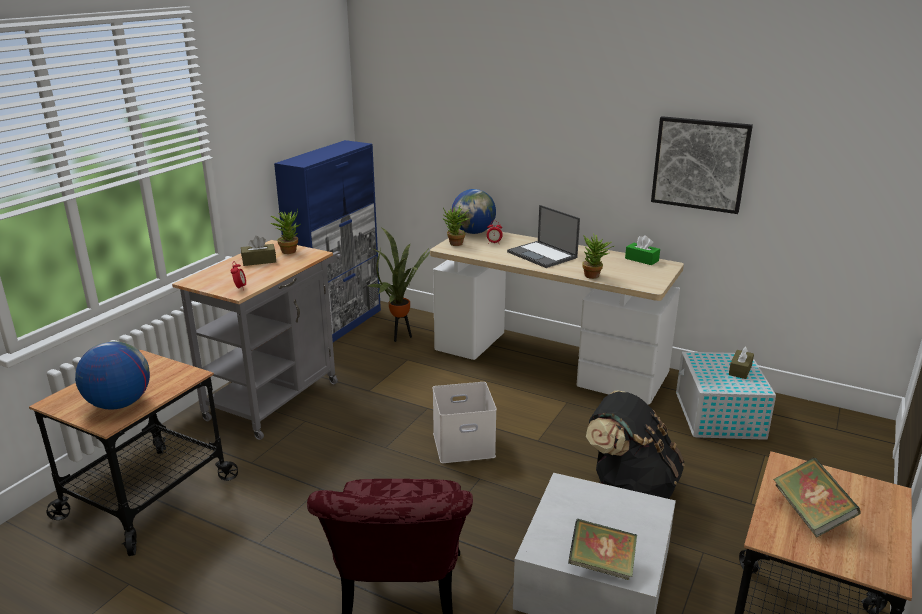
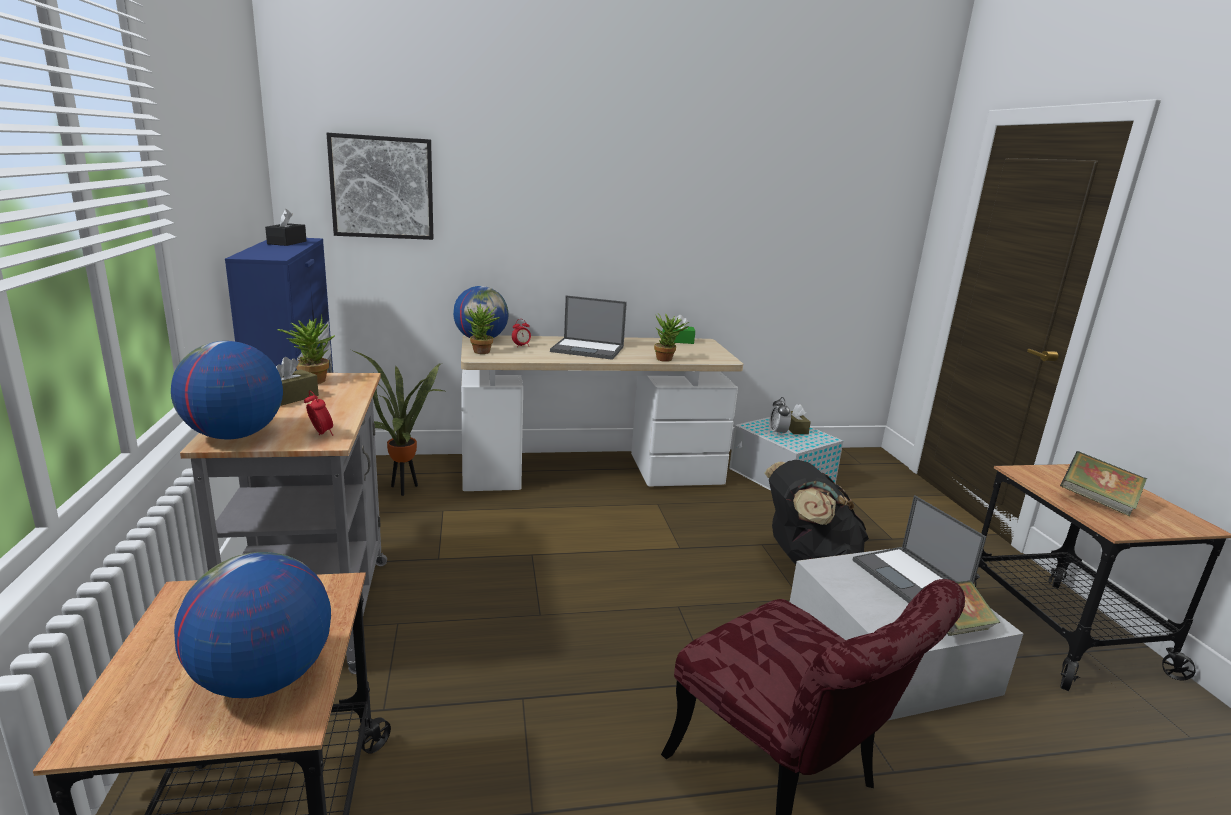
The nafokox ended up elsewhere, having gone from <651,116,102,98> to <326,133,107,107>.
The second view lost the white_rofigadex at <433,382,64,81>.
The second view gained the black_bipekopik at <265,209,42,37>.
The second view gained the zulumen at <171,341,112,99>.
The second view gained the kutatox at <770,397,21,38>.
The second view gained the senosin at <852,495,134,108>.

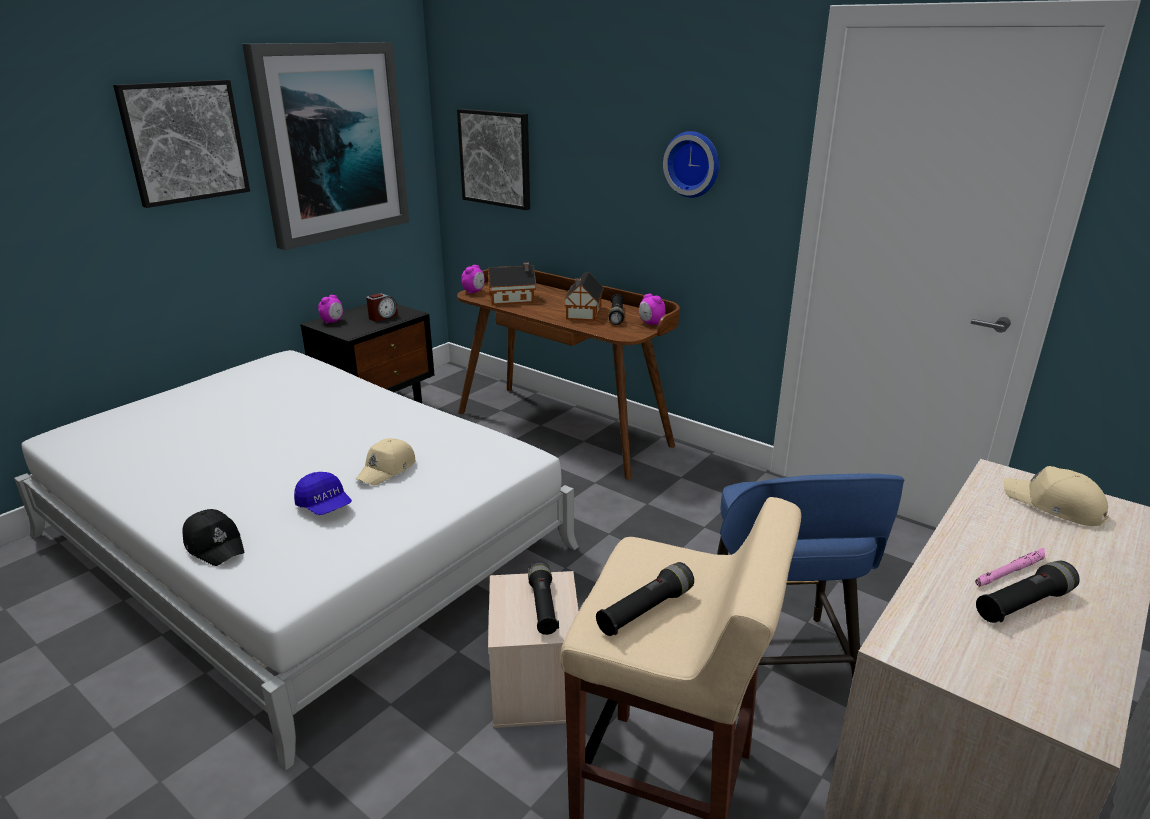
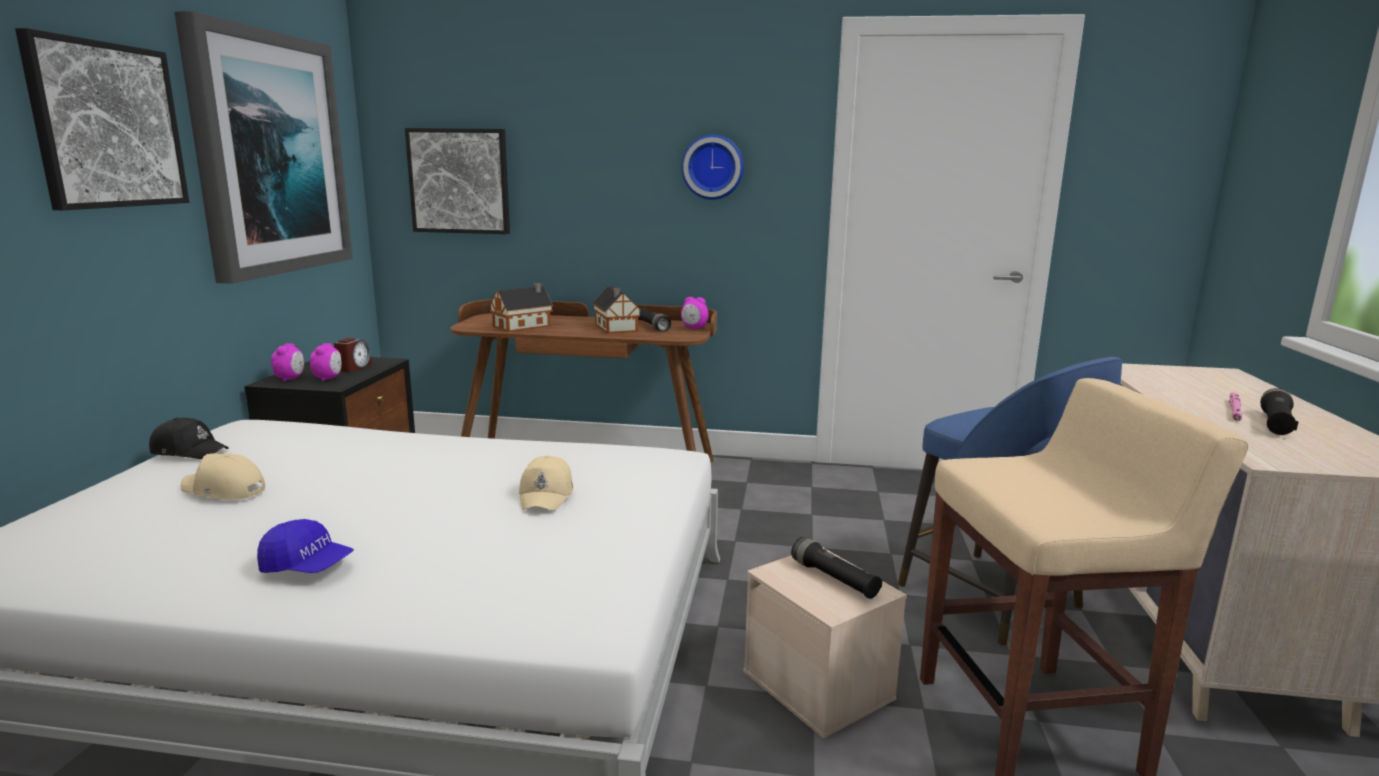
The kutatox ended up elsewhere, having gone from <461,265,24,29> to <310,343,32,38>.
The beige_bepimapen ended up elsewhere, having gone from <1004,466,105,60> to <180,453,85,47>.
The blue_bepimapen ended up elsewhere, having gone from <294,472,58,43> to <257,519,97,54>.
The black_bepimapen ended up elsewhere, having gone from <182,509,62,57> to <149,417,80,42>.
The second view lost the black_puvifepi at <596,562,98,74>.

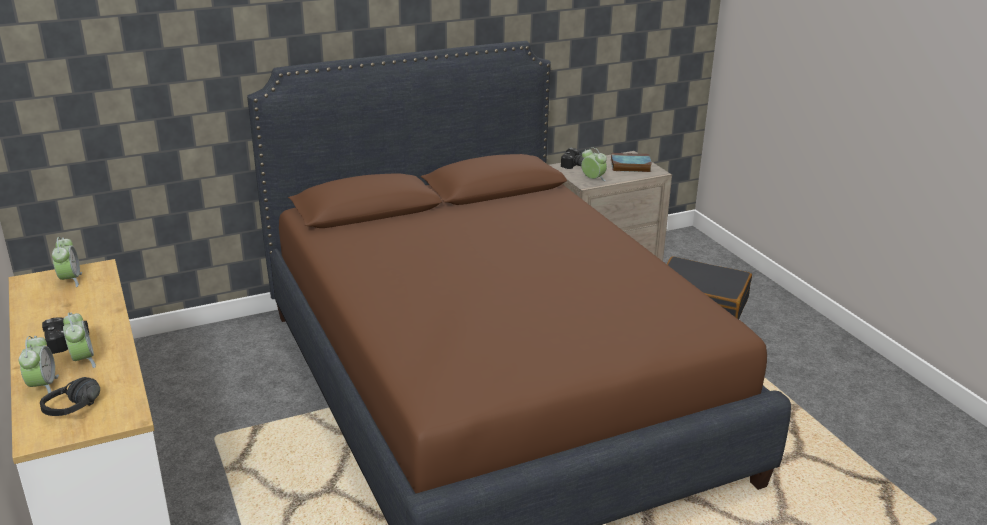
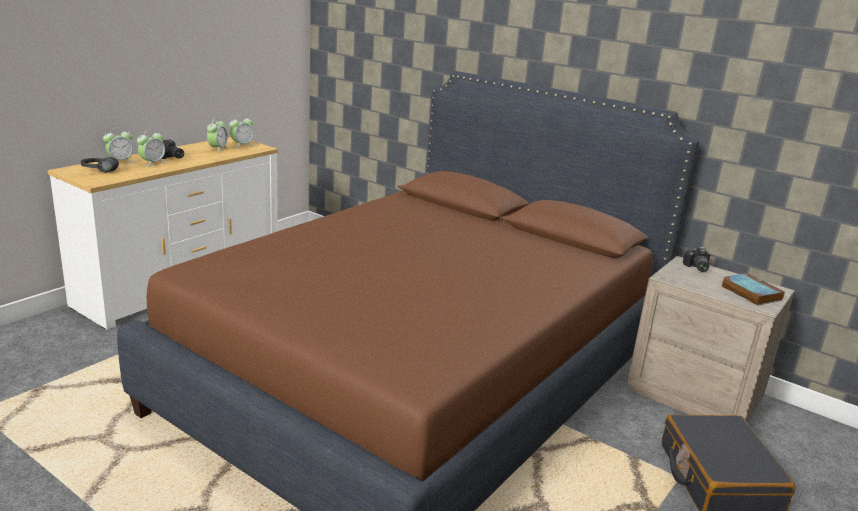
The kutatox ended up elsewhere, having gone from <581,147,26,34> to <207,118,21,35>.

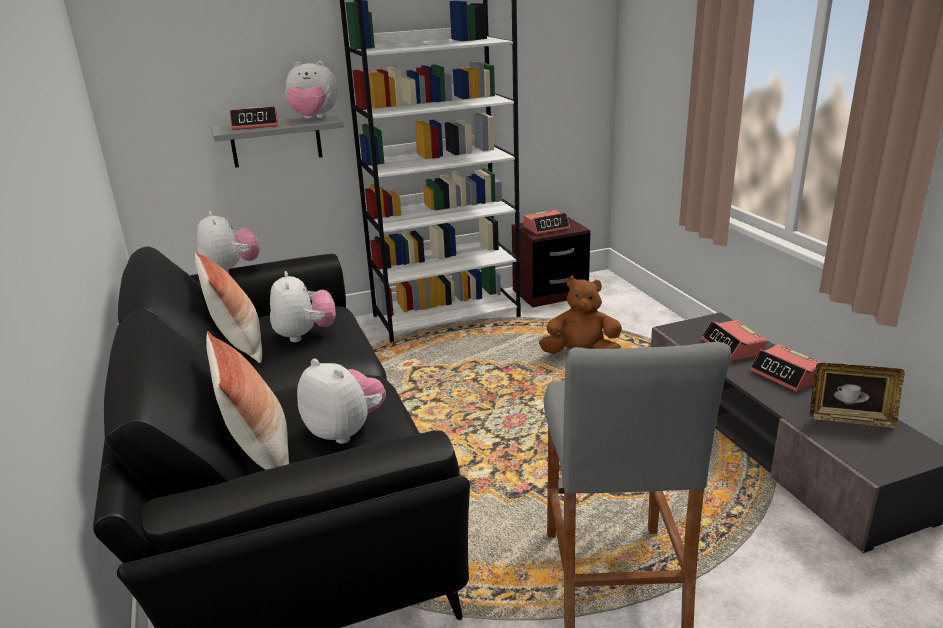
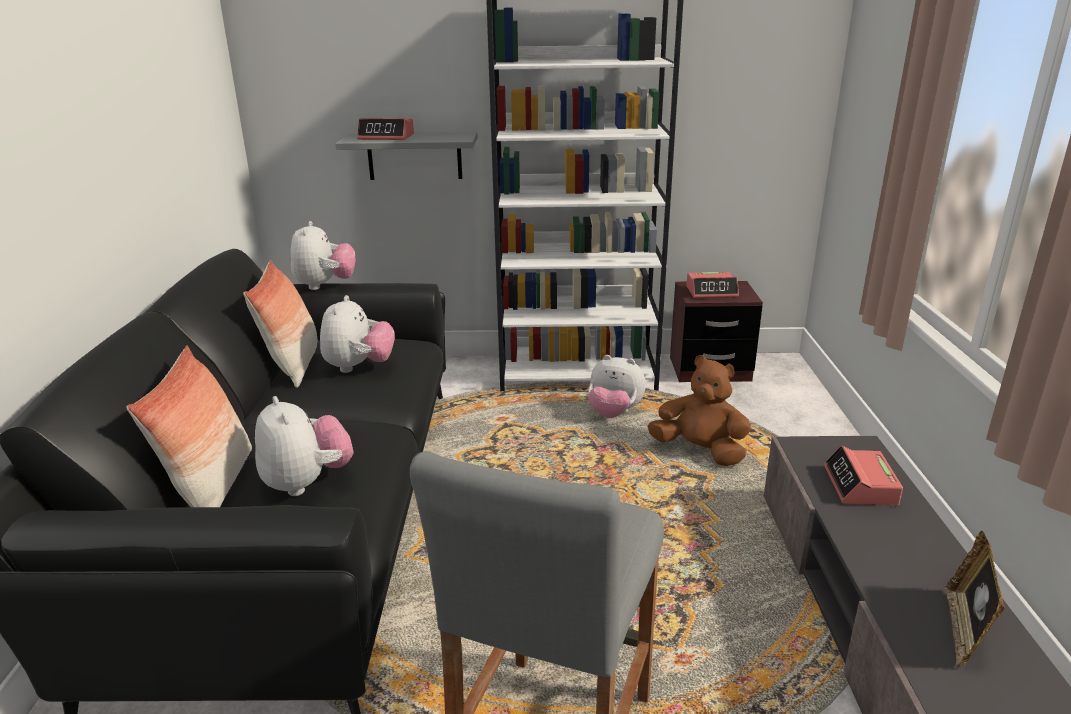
The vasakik ended up elsewhere, having gone from <285,60,53,59> to <588,355,58,63>.
The second view lost the kutatox at <750,344,73,48>.
The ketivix at <810,363,95,65> ended up facing another way, 75 degrees clockwise from before.

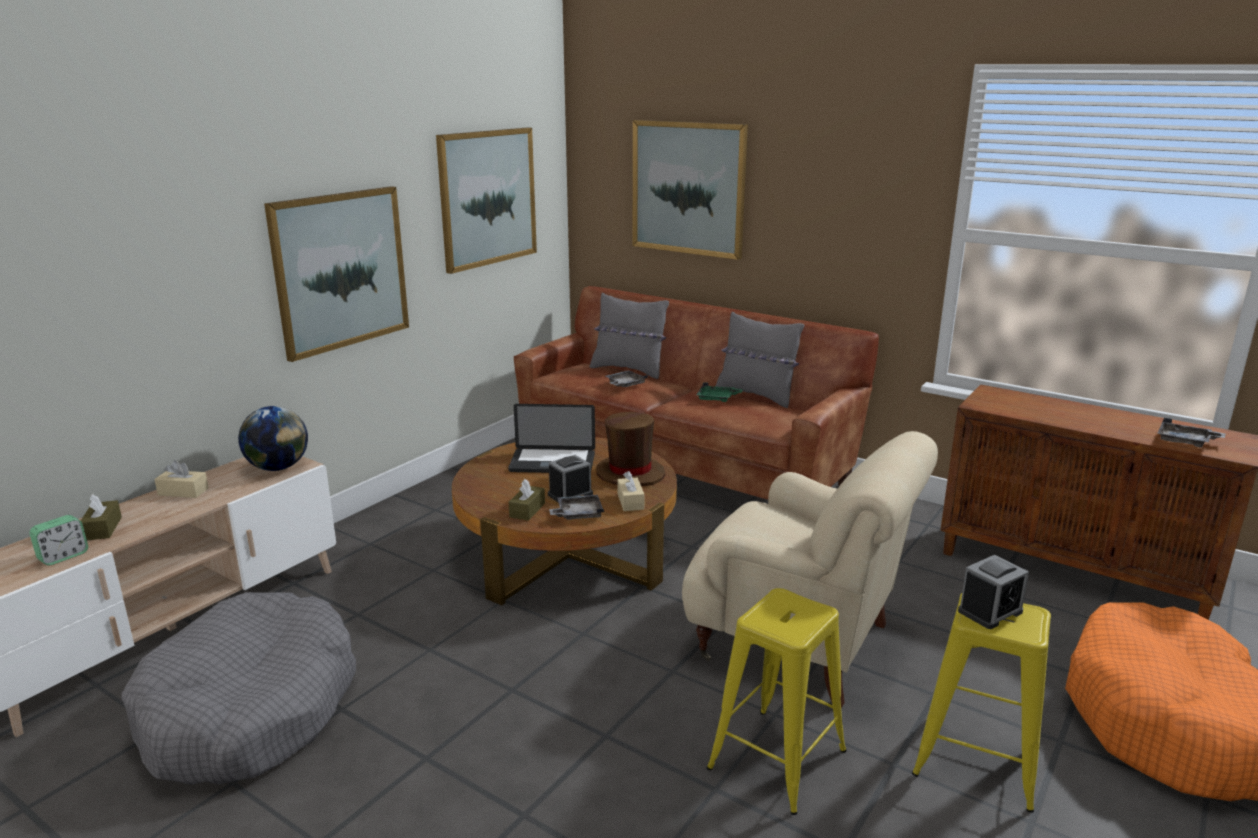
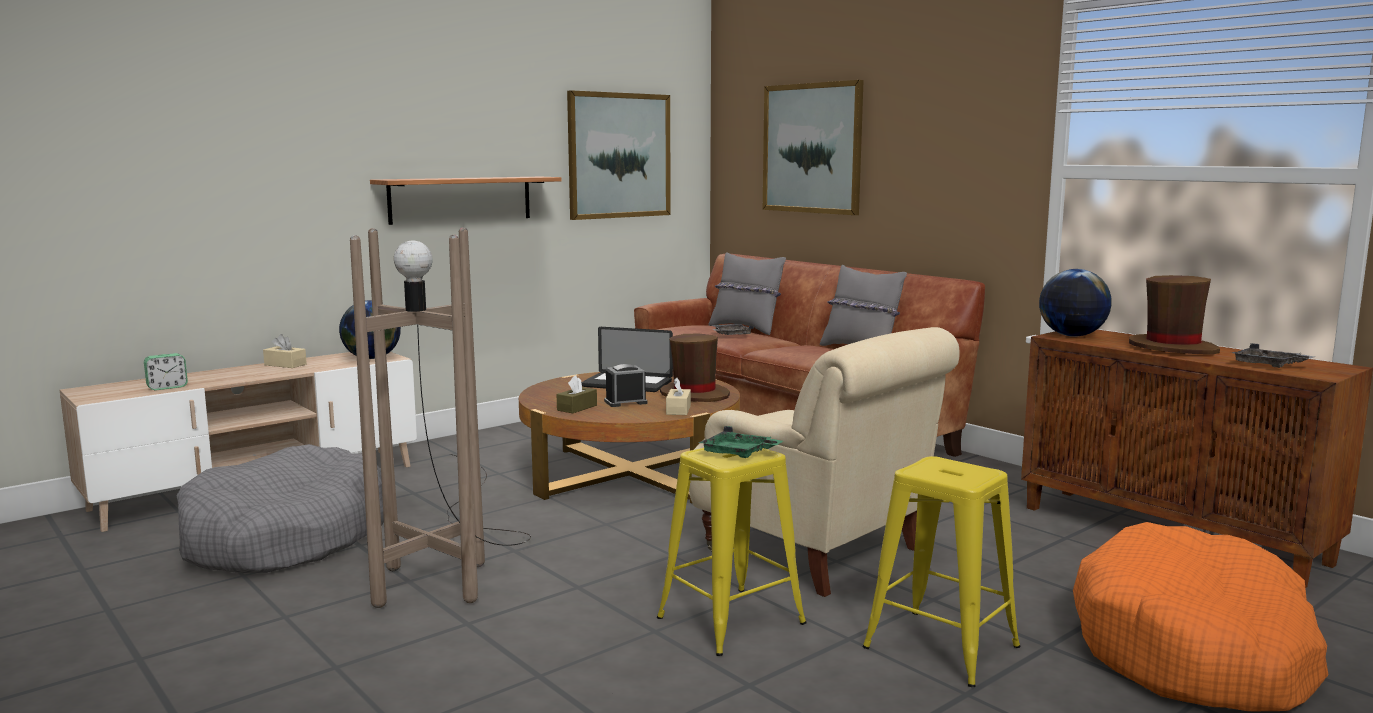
Where the nafokox hung at <264,186,145,176>, the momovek came to hang at <370,177,192,48>.
The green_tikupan ended up elsewhere, having gone from <696,382,47,20> to <698,426,85,32>.
The second view lost the brown_bipekopik at <81,494,41,46>.
The second view lost the grey_tikupan at <549,495,55,25>.
The second view lost the kutatox at <958,555,71,74>.
The second view gained the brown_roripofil at <350,227,181,381>.
The second view gained the zulumen at <1039,269,73,68>.
The second view gained the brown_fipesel at <1129,275,91,80>.

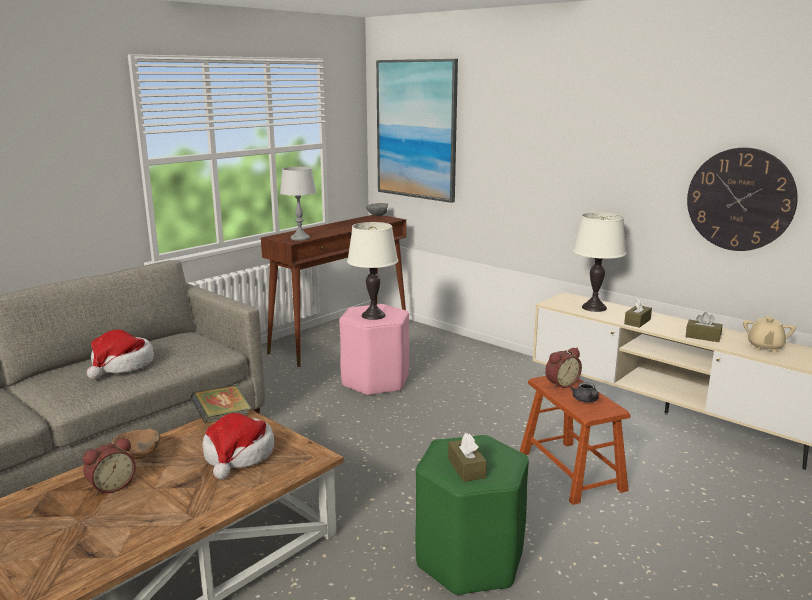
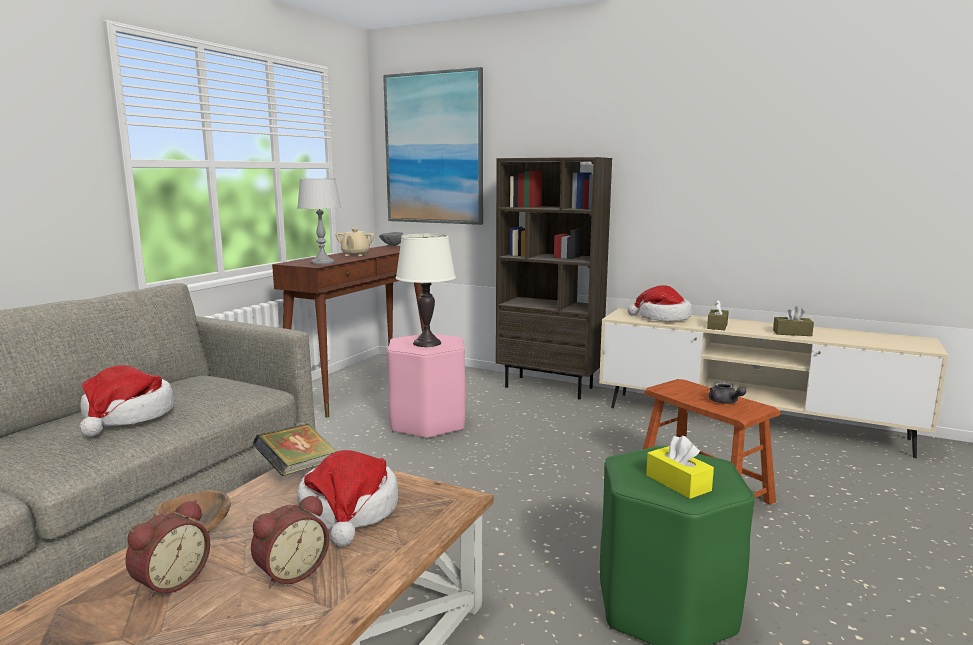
The second view lost the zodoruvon at <687,147,111,104>.
Where the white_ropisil stood at <572,212,55,100>, the fipesel came to stand at <627,286,65,35>.
The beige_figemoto ended up elsewhere, having gone from <743,316,53,36> to <336,228,38,28>.
The kutatox ended up elsewhere, having gone from <545,348,37,41> to <251,495,78,93>.
What was the brown_bipekopik at <448,433,39,49> turned into the yellow_bipekopik at <646,435,68,64>.
The second view gained the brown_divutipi at <496,157,116,242>.

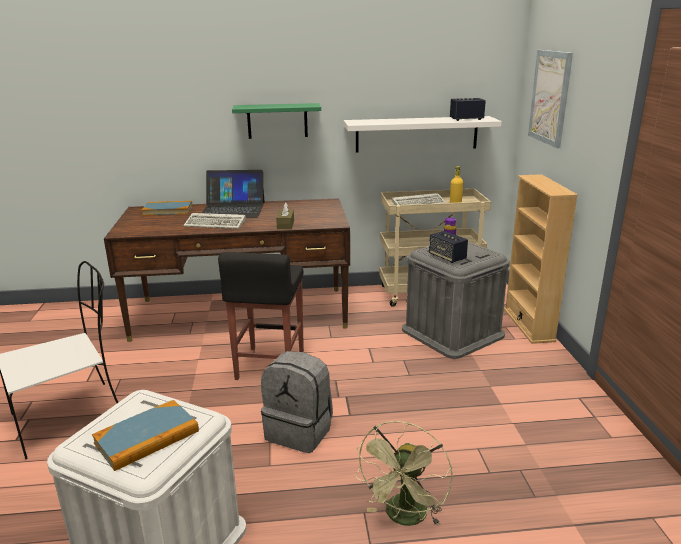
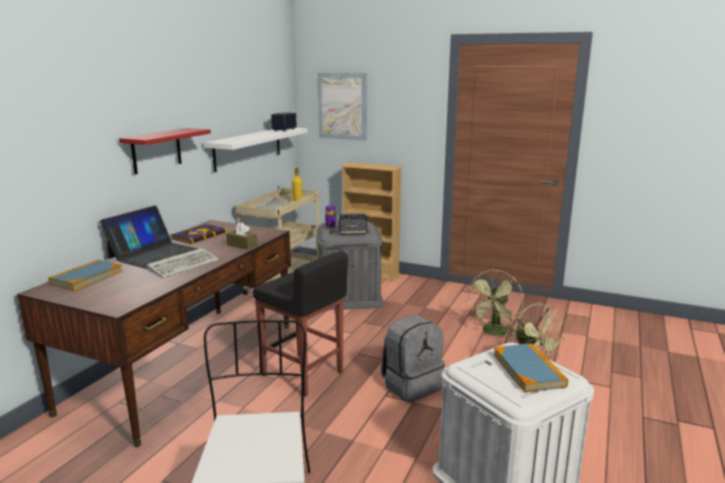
What was the green_momovek at <232,103,89,36> turned into the red_momovek at <119,128,92,46>.
The second view gained the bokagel at <171,224,56,20>.
The second view gained the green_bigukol at <466,270,58,67>.

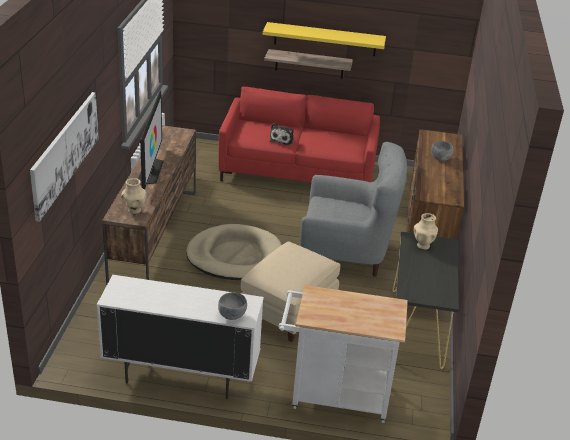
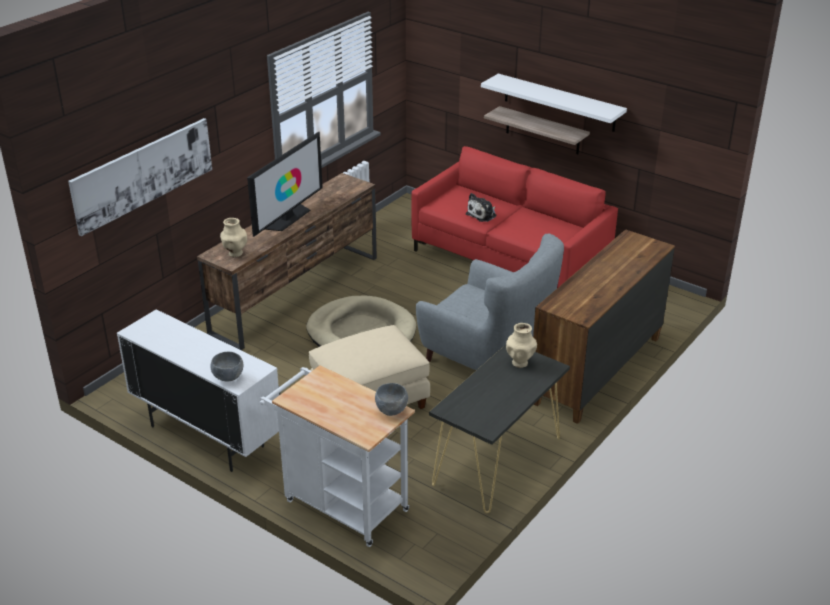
What was the yellow_momovek at <263,22,123,34> turned into the white_momovek at <481,74,146,58>.
The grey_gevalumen ended up elsewhere, having gone from <431,141,23,20> to <375,383,33,33>.

